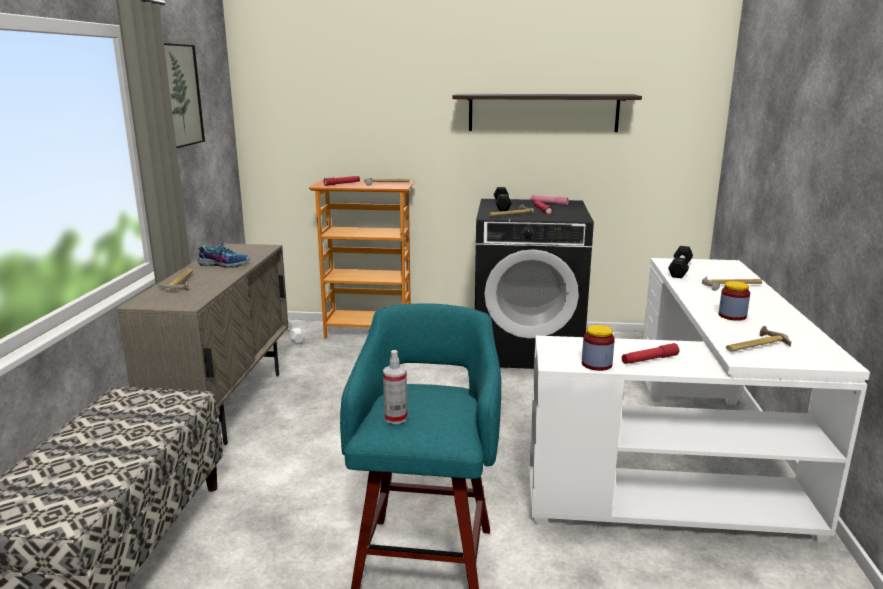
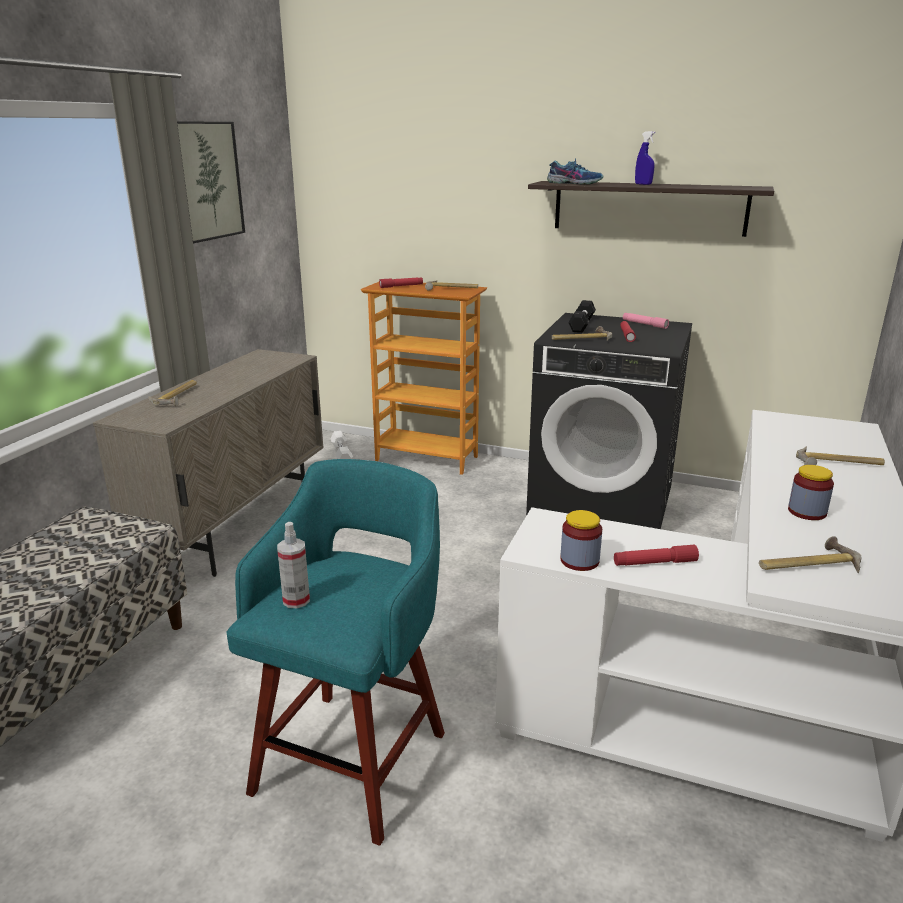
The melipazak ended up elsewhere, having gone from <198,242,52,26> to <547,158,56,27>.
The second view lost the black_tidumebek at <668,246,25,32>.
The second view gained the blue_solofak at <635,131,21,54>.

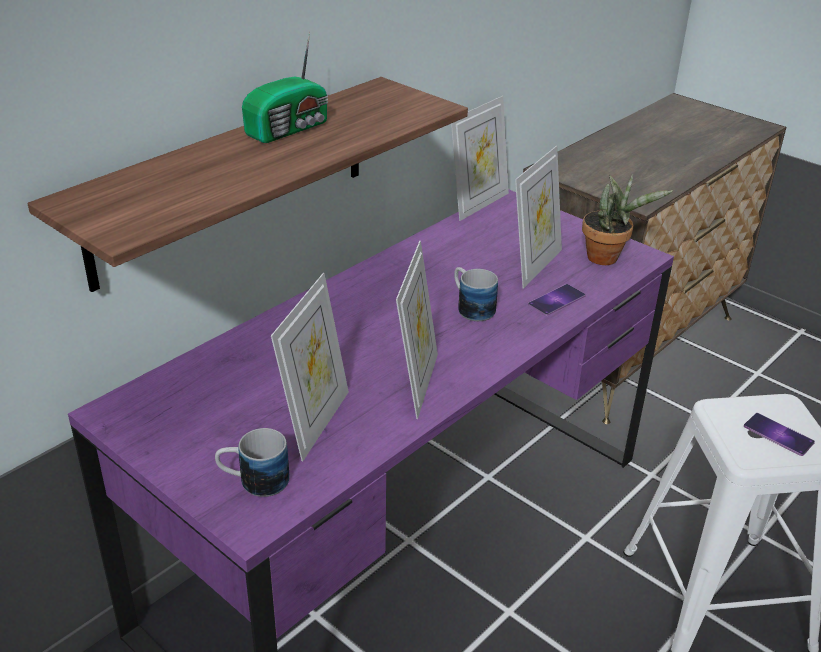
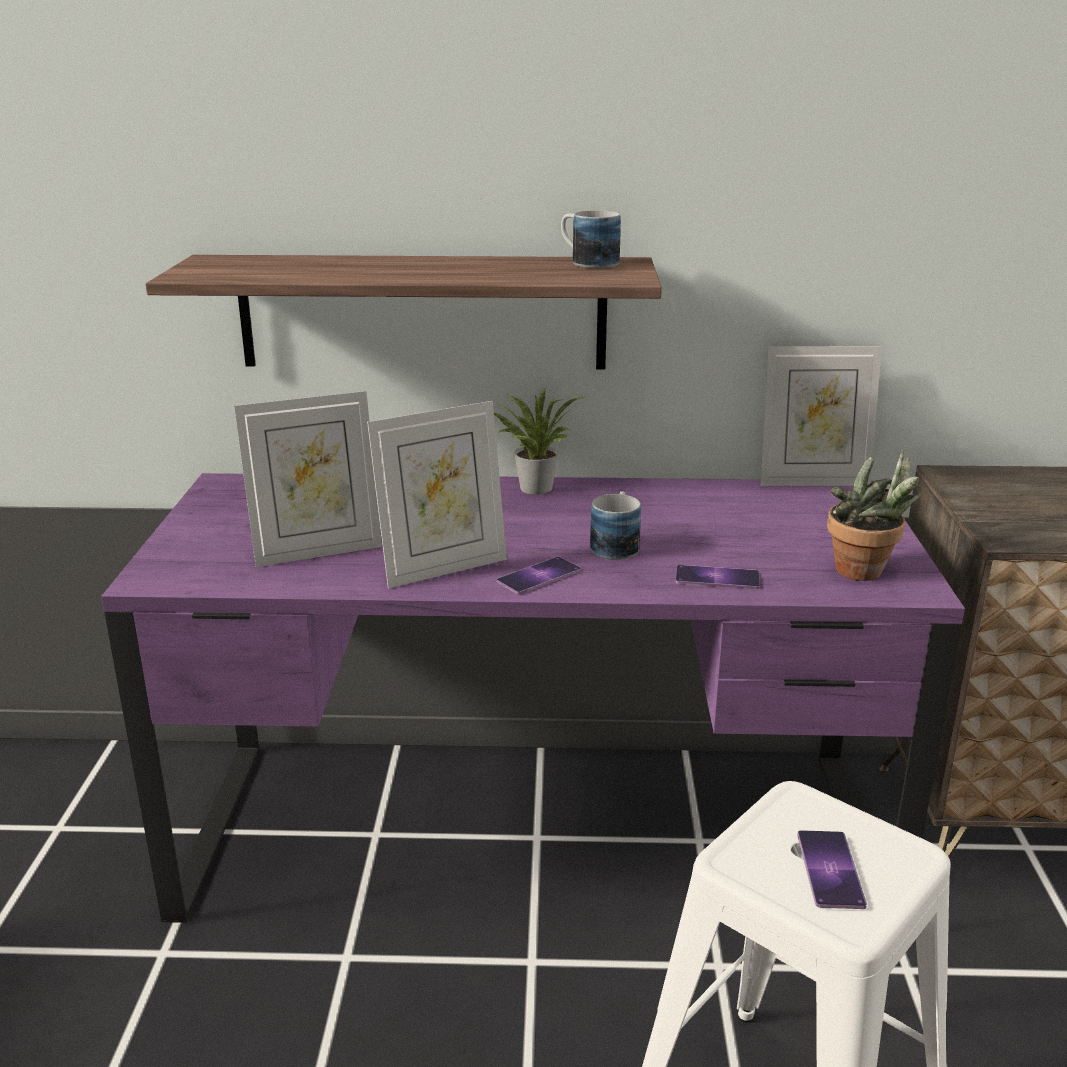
The second view lost the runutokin at <242,32,86,111>.
The second view lost the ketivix at <515,146,47,143>.
The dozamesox ended up elsewhere, having gone from <215,428,75,69> to <561,210,60,58>.
The second view gained the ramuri at <494,388,90,106>.
The second view gained the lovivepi at <497,557,83,37>.

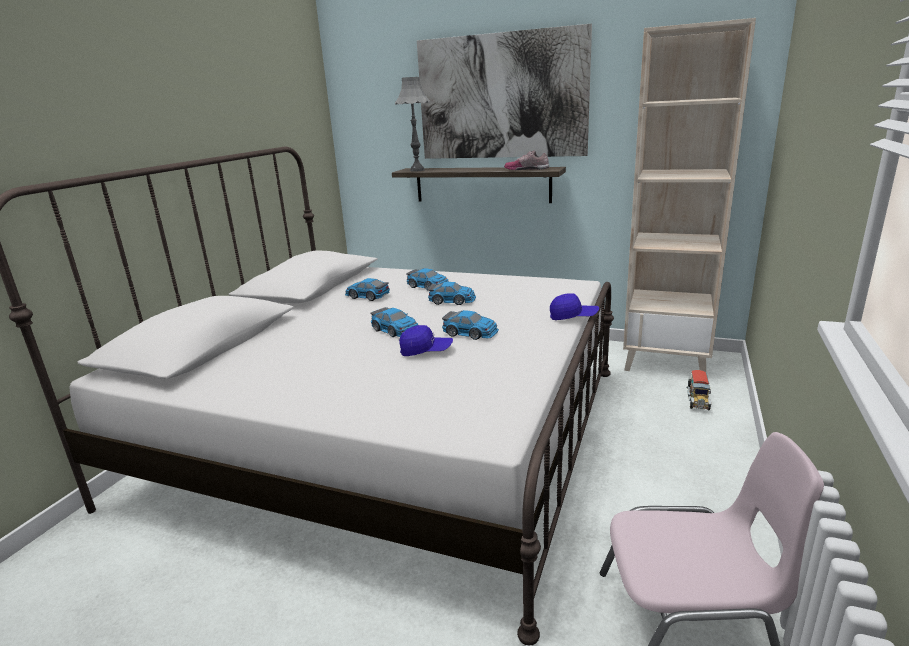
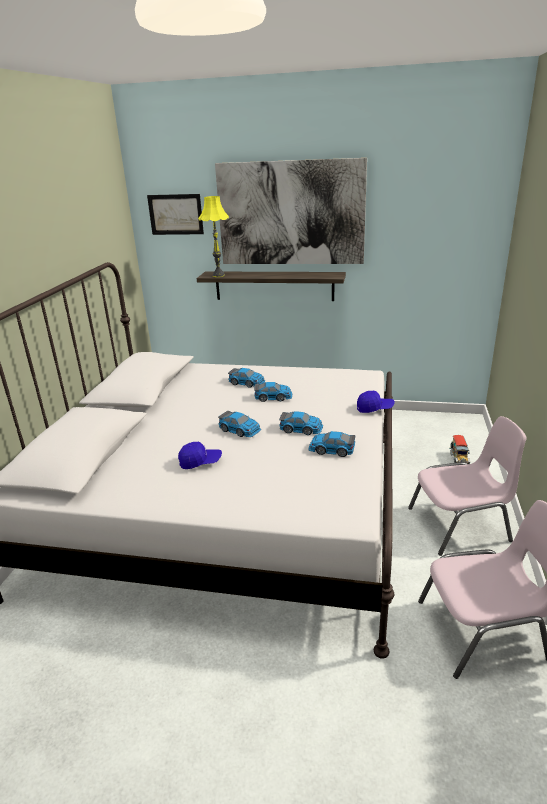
The second view lost the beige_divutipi at <623,18,133,354>.
What was the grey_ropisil at <395,77,35,95> turned into the yellow_ropisil at <198,196,31,81>.
The second view lost the melipazak at <504,150,45,20>.
The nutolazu ended up elsewhere, having gone from <345,278,45,23> to <308,431,47,26>.
The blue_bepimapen ended up elsewhere, having gone from <399,325,54,31> to <178,442,44,27>.
The second view gained the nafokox at <147,194,57,41>.
The second view gained the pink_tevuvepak at <408,416,118,140>.

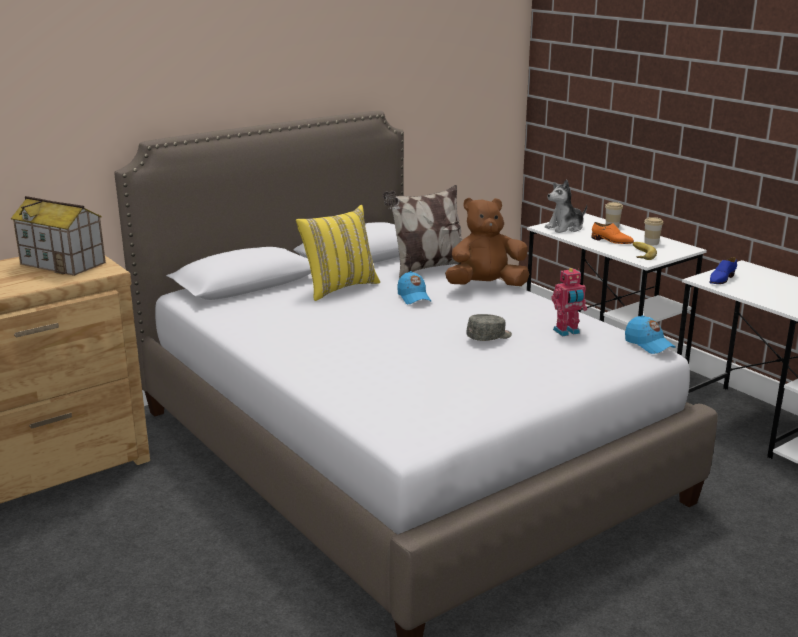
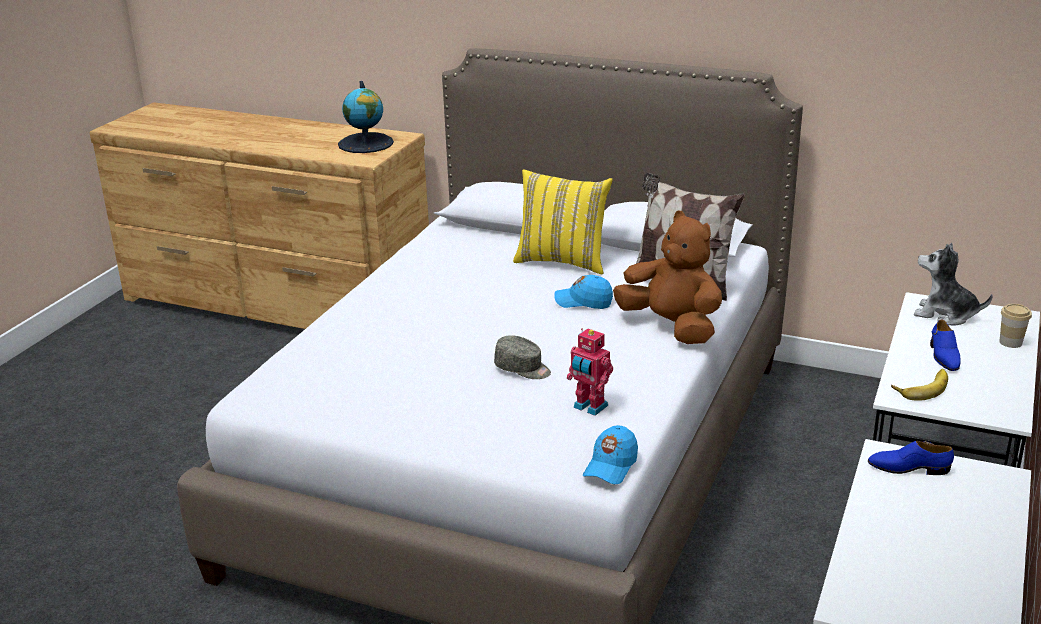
Where the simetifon stood at <11,196,95,80>, the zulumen came to stand at <338,81,56,72>.
The second view lost the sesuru at <644,217,19,28>.
What was the orange_melipazak at <591,222,43,22> turned into the blue_melipazak at <930,320,31,51>.
The blue_bepimapen at <397,271,34,33> ended up facing another way, 60 degrees clockwise from before.

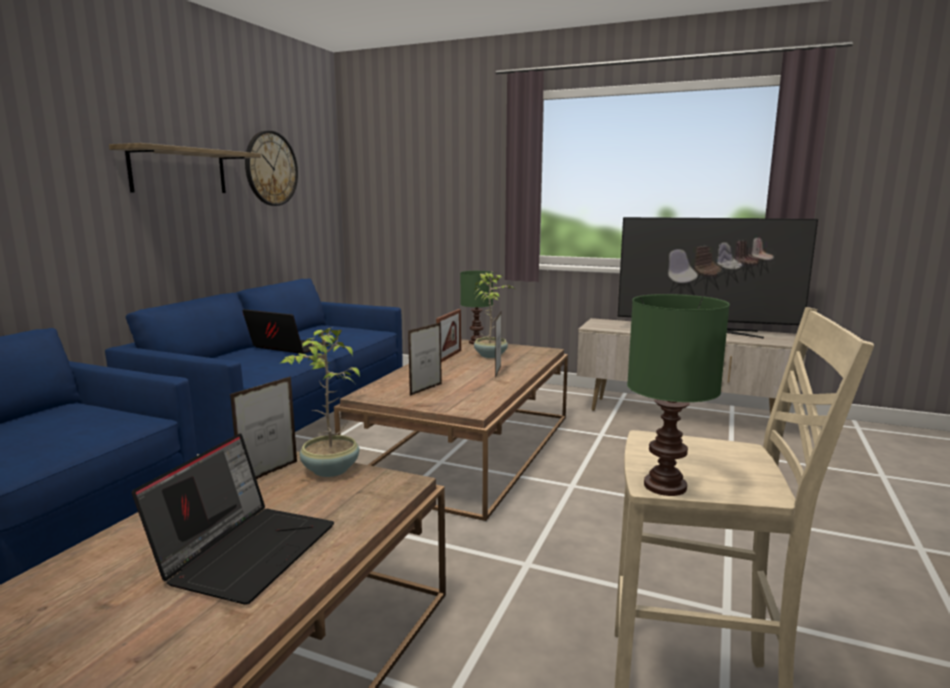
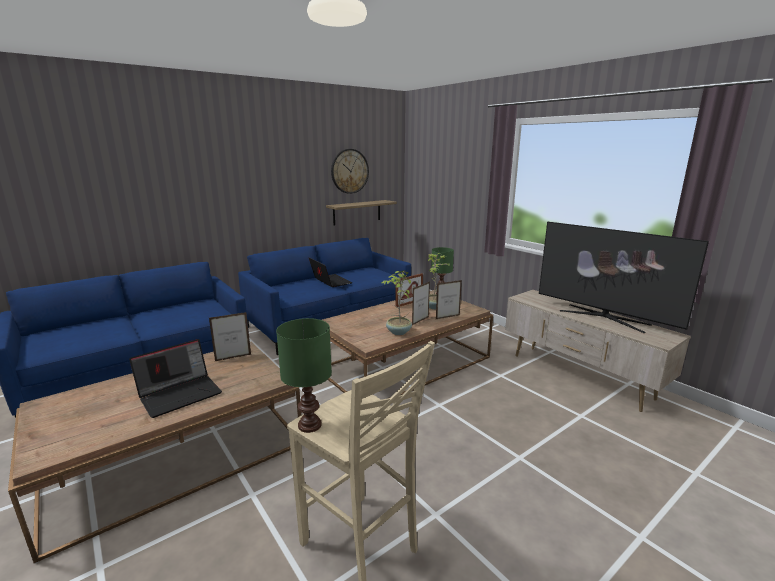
The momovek ended up elsewhere, having gone from <109,143,152,50> to <326,200,71,25>.
The ketivix ended up elsewhere, having gone from <408,322,34,74> to <436,280,26,39>.
The ramuri ended up elsewhere, having gone from <281,327,79,150> to <382,270,30,65>.

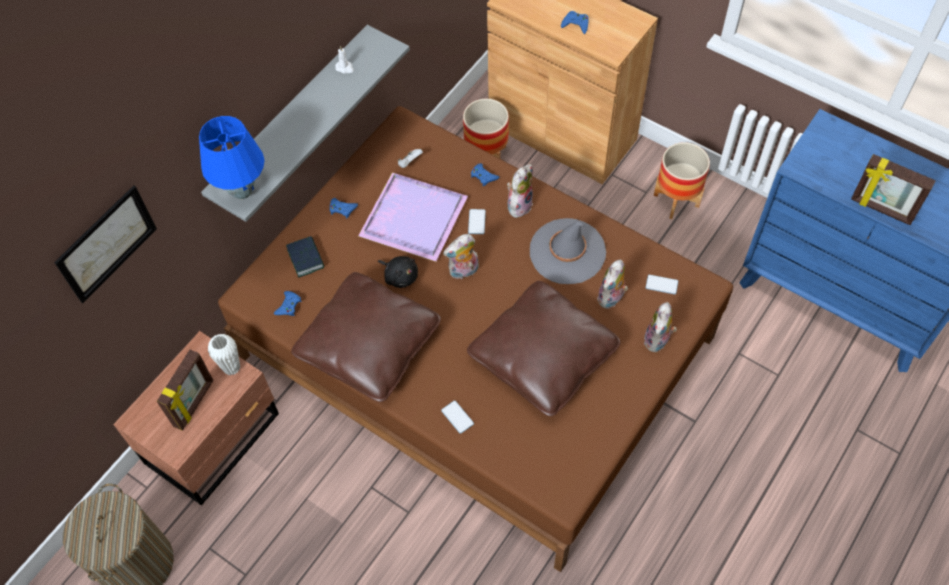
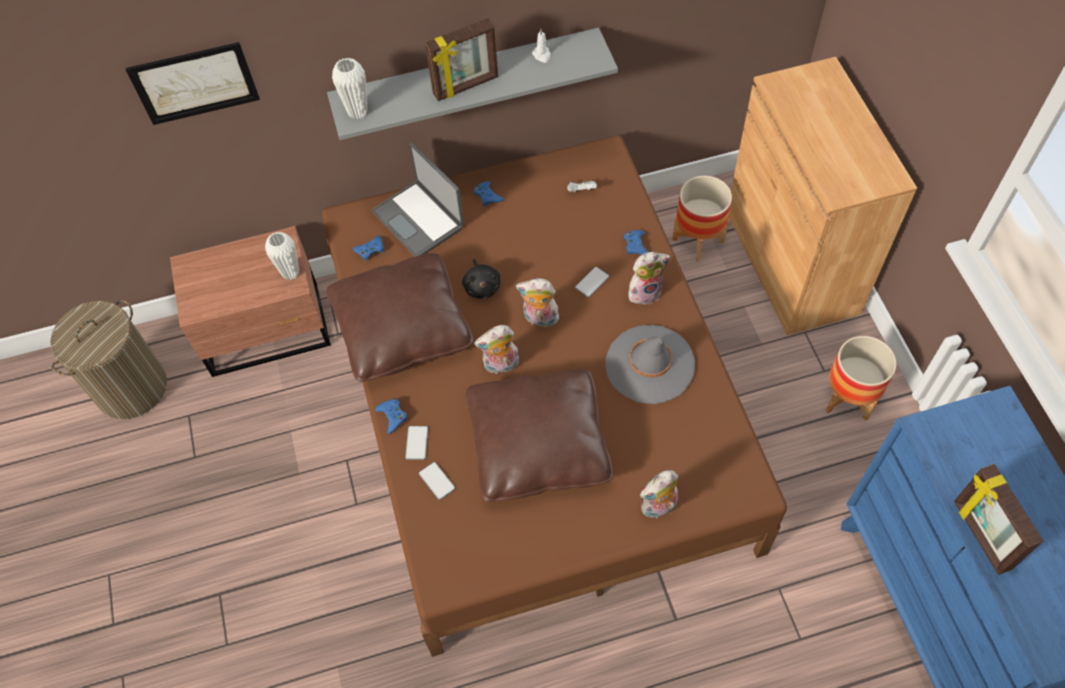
The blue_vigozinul ended up elsewhere, having gone from <561,11,27,23> to <375,399,33,35>.
Where the blue_ropisil stood at <199,116,65,83>, the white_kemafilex came to stand at <332,58,36,61>.
The second view lost the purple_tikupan at <358,172,110,90>.
Where the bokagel stood at <286,236,38,42>, the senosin came to stand at <372,143,92,113>.
The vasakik ended up elsewhere, having gone from <597,260,31,49> to <474,325,45,49>.
The lovivepi ended up elsewhere, having gone from <646,275,32,20> to <419,462,36,38>.
The ketivix ended up elsewhere, having gone from <157,350,56,81> to <425,18,73,83>.

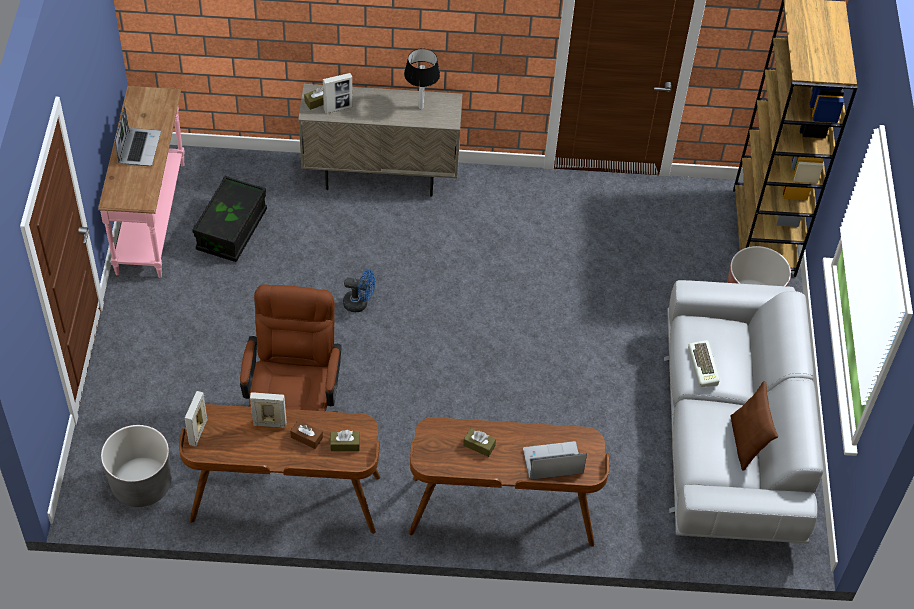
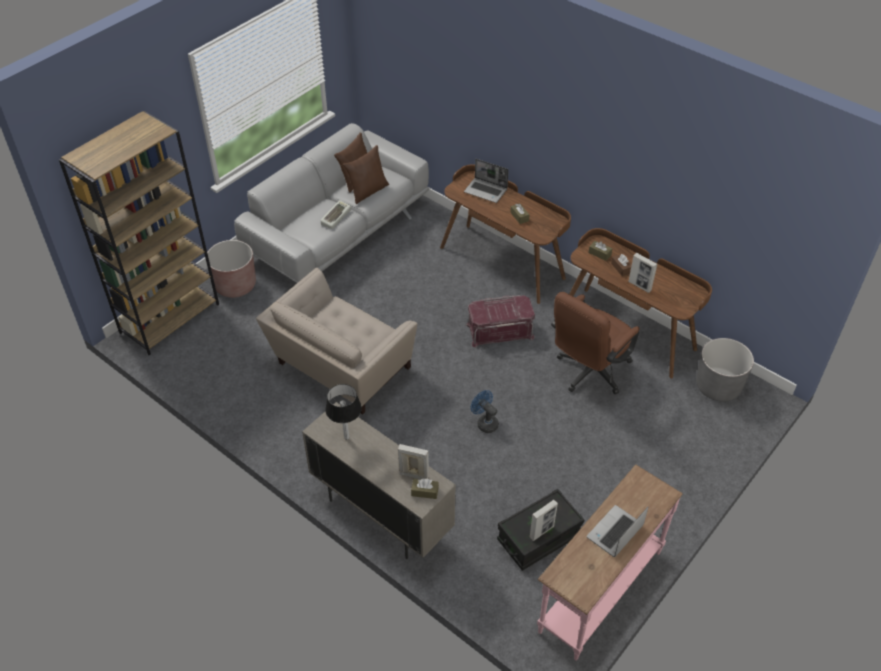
The ketivix ended up elsewhere, having gone from <185,391,23,56> to <529,500,29,41>.
The second view gained the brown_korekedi at <343,145,46,59>.
The second view gained the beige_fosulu at <256,268,161,147>.
The second view gained the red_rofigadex at <466,295,69,53>.

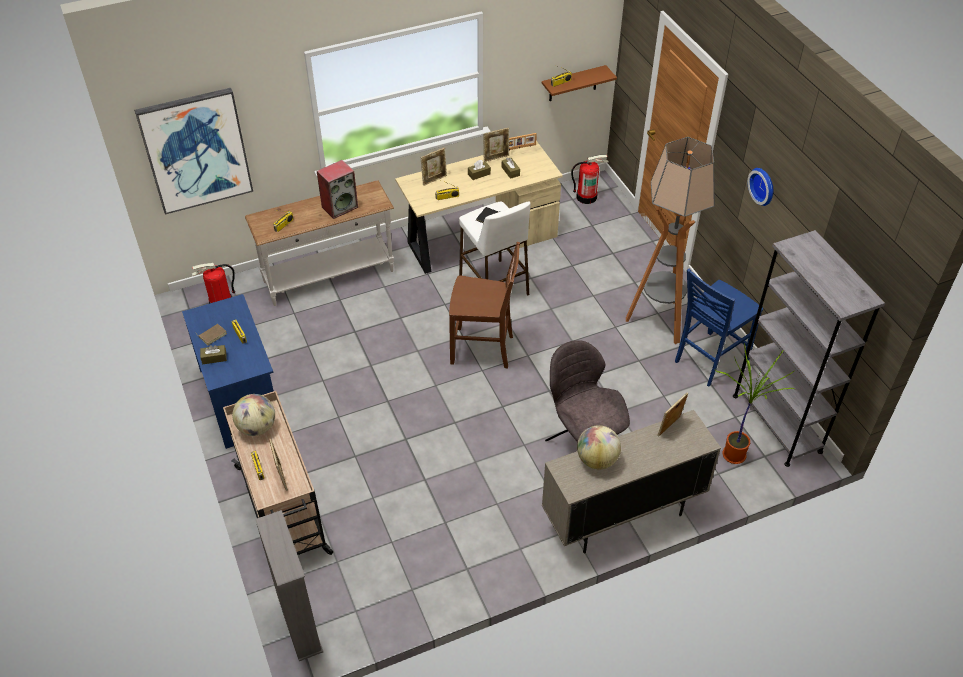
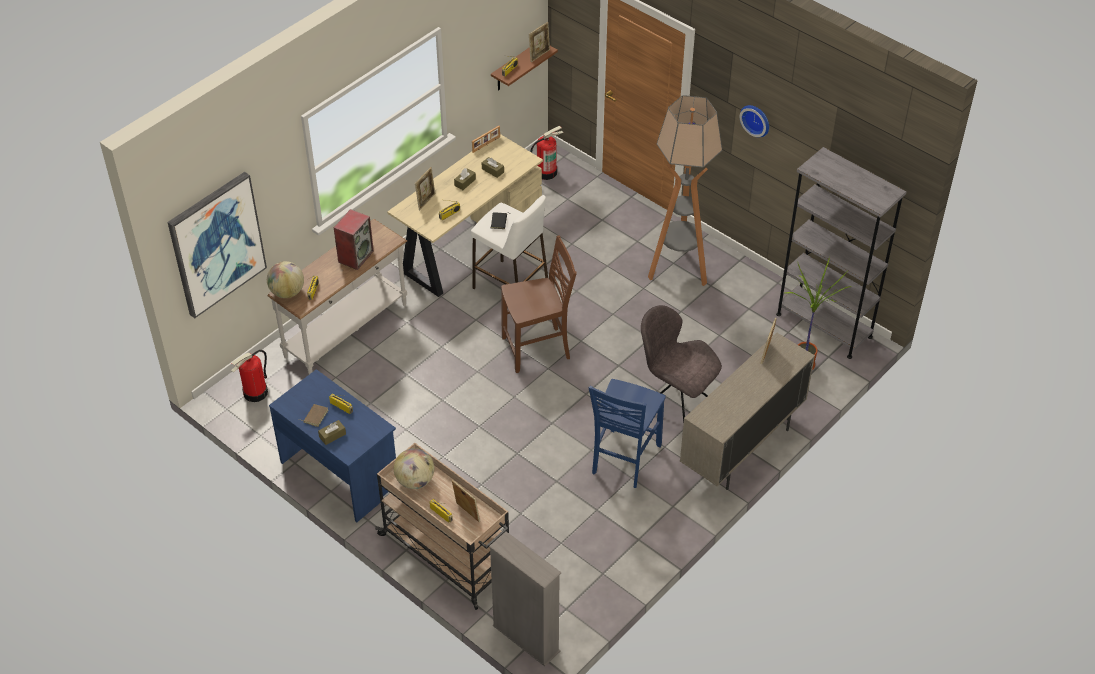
The ketivix ended up elsewhere, having gone from <483,128,26,34> to <529,22,21,40>.
The blue_tevuvepak ended up elsewhere, having gone from <675,269,88,118> to <589,379,77,109>.
The zulumen ended up elsewhere, having gone from <577,425,44,44> to <267,261,37,37>.

